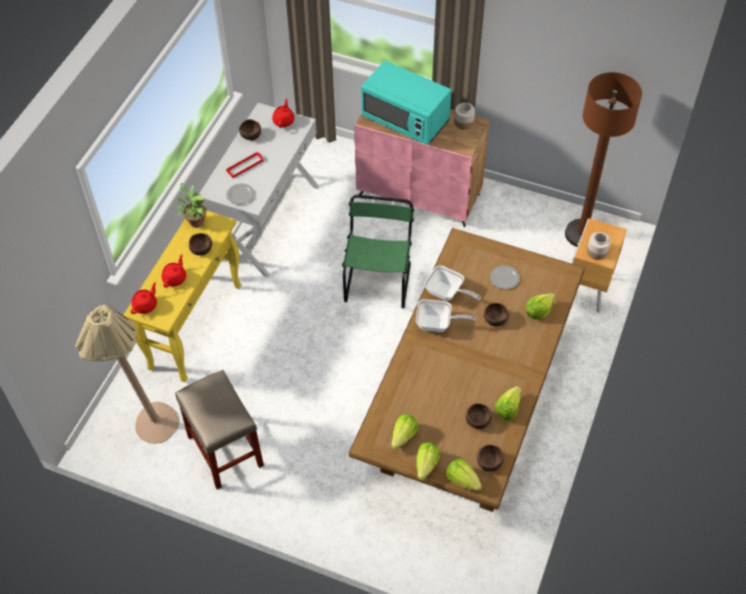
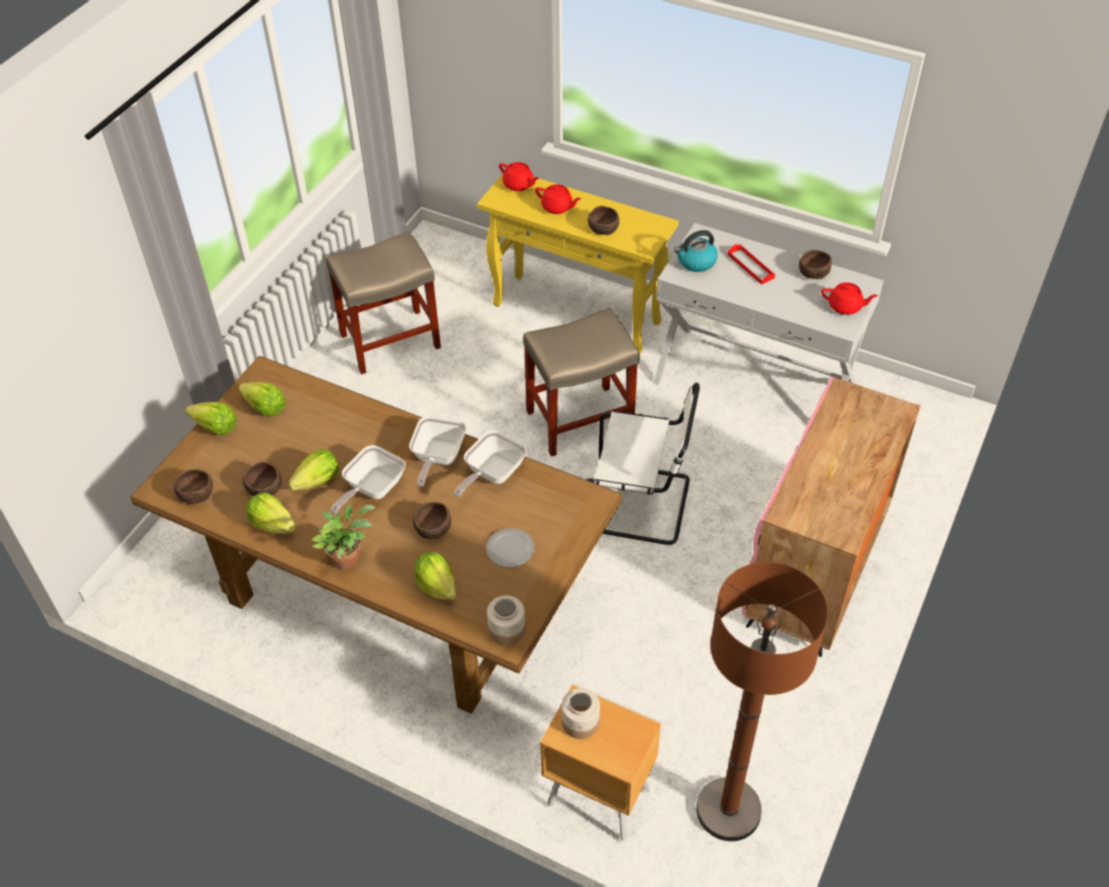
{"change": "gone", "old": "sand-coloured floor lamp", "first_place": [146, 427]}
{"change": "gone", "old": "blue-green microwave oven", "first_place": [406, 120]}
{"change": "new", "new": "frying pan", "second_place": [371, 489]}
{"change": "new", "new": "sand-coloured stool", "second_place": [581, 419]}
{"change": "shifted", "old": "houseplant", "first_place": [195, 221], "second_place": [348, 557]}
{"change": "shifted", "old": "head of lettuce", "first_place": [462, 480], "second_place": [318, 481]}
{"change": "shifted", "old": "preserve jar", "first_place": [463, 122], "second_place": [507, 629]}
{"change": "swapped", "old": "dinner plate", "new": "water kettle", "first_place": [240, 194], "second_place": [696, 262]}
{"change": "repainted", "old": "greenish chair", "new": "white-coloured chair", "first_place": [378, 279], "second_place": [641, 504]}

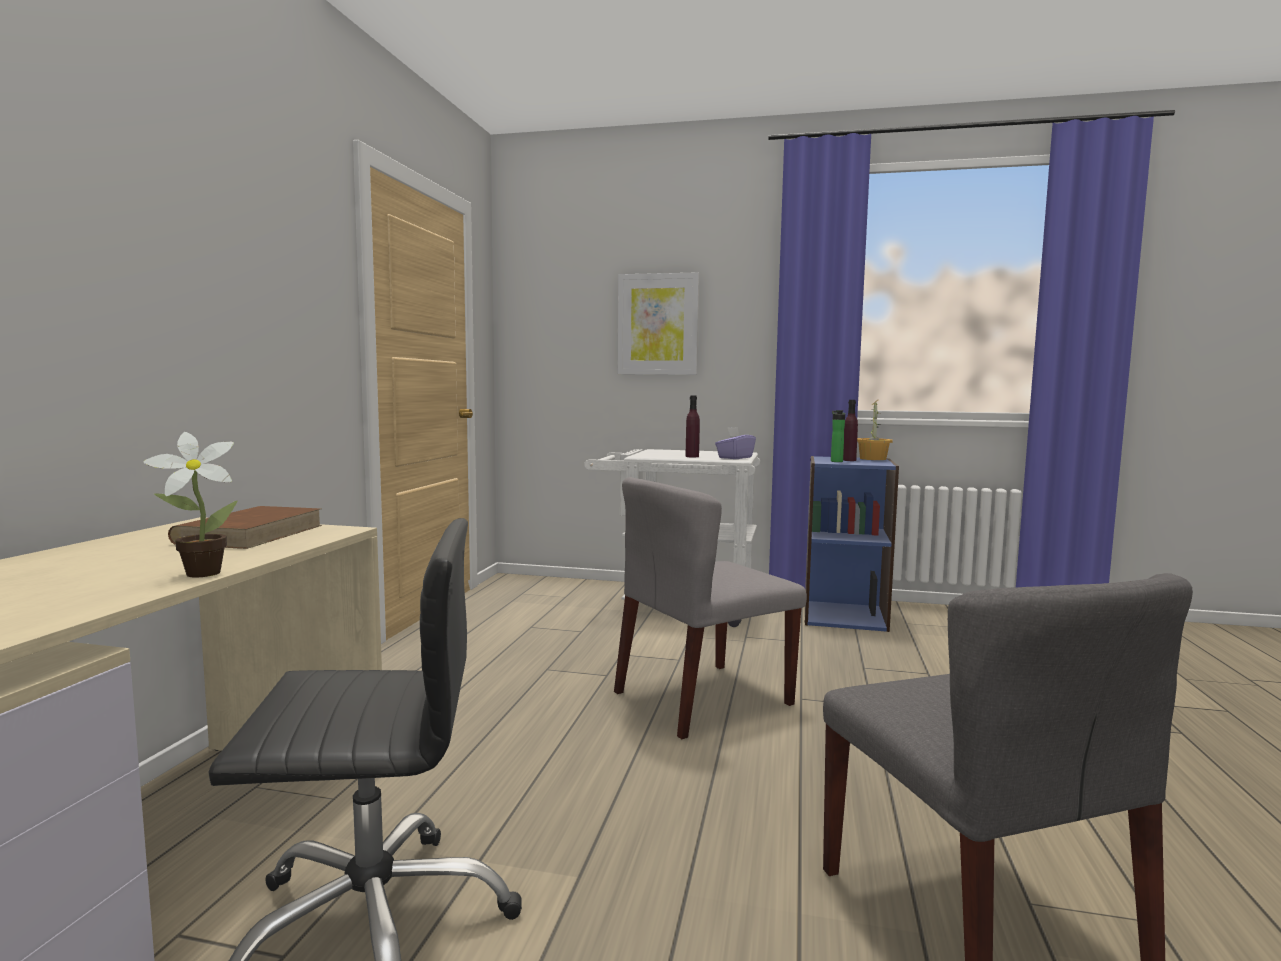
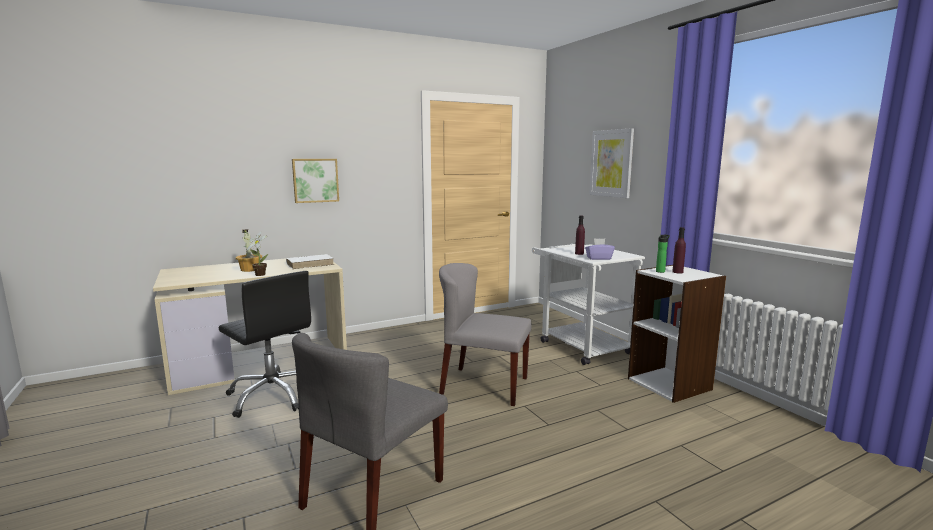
{"change": "new", "new": "wall art", "second_place": [315, 180]}
{"change": "shifted", "old": "houseplant", "first_place": [873, 459], "second_place": [250, 269]}
{"change": "repainted", "old": "brown-coloured bound book", "new": "white-coloured bound book", "first_place": [251, 534], "second_place": [310, 264]}
{"change": "repainted", "old": "bluish bookshelf", "new": "white-coloured bookshelf", "first_place": [844, 616], "second_place": [670, 384]}

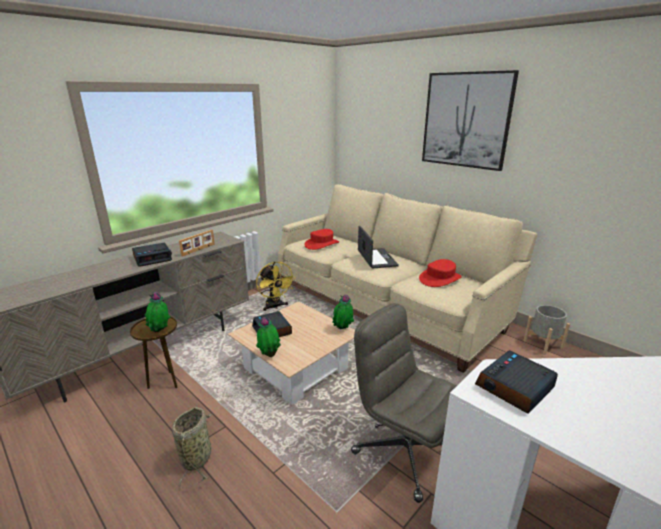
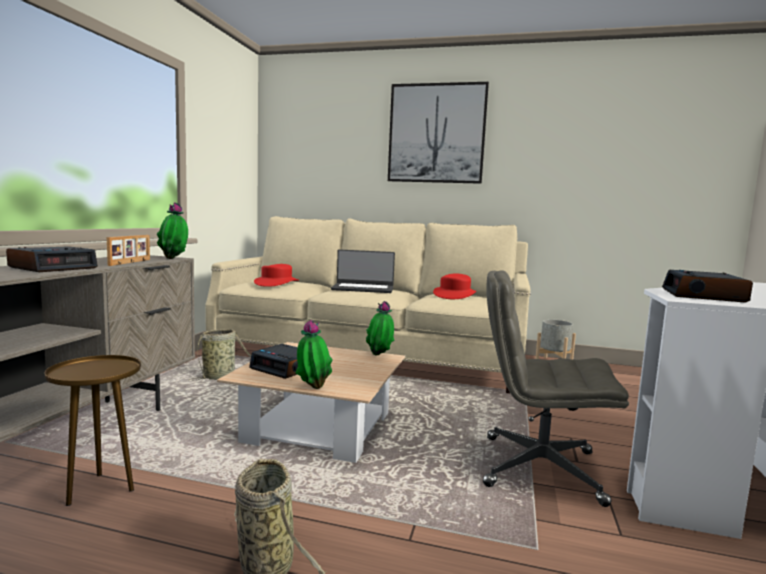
{"change": "shifted", "old": "houseplant", "first_place": [160, 331], "second_place": [174, 259]}
{"change": "swapped", "old": "yellow electric fan", "new": "storage basket", "first_place": [275, 307], "second_place": [221, 376]}
{"change": "rotated", "old": "portable computer", "first_place": [376, 258], "second_place": [363, 288], "degrees": 135}

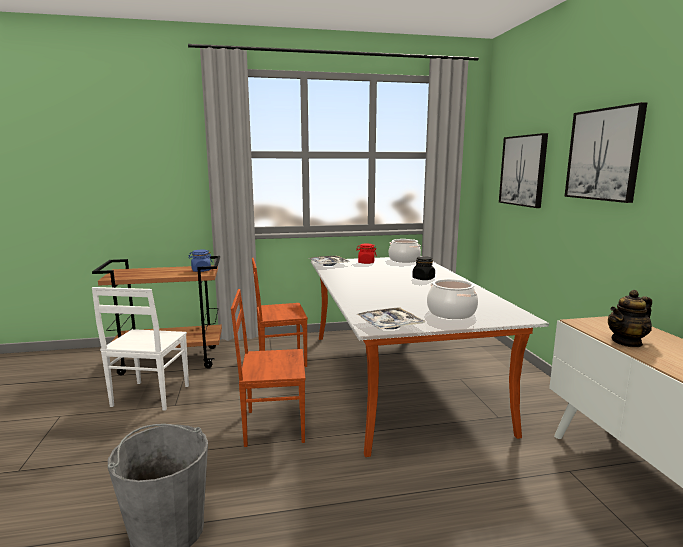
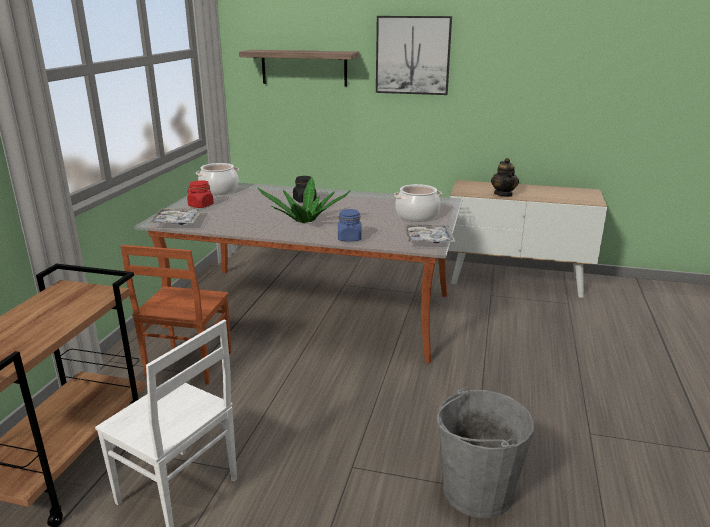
{"change": "gone", "old": "brown-coloured chair", "first_place": [273, 425]}
{"change": "new", "new": "houseplant", "second_place": [304, 221]}
{"change": "shifted", "old": "bluish preserve jar", "first_place": [201, 270], "second_place": [349, 238]}
{"change": "swapped", "old": "wall art", "new": "wall shelf", "first_place": [523, 170], "second_place": [304, 67]}

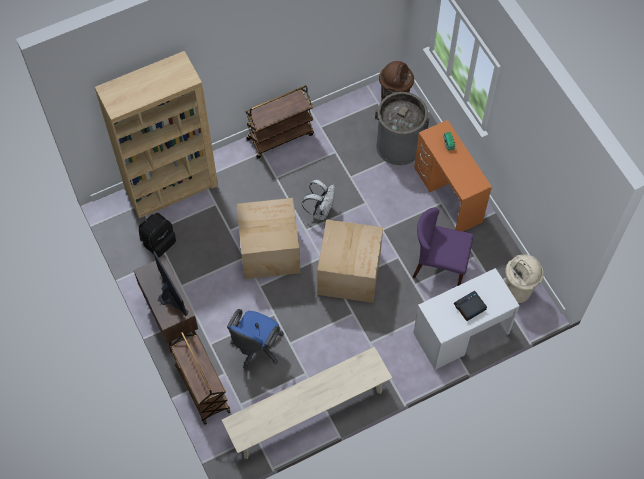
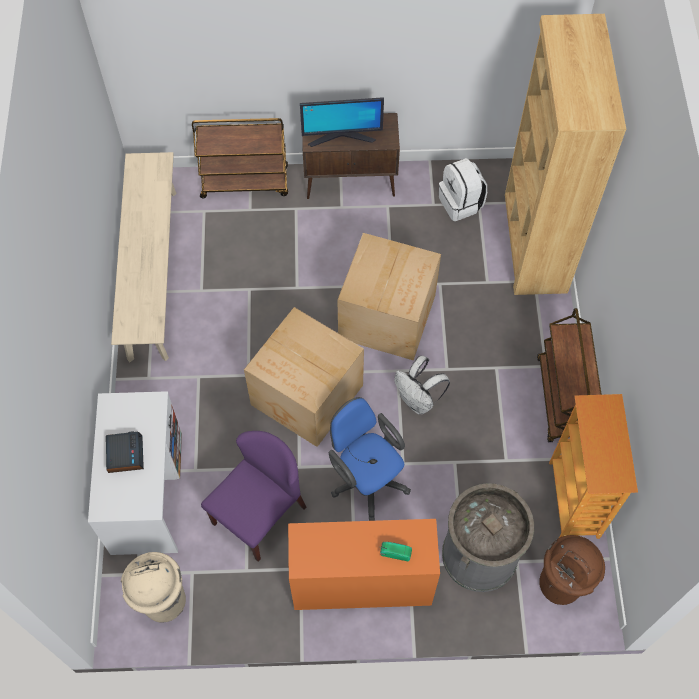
{"change": "new", "new": "bookshelf", "second_place": [575, 500]}
{"change": "shifted", "old": "bluish office chair", "first_place": [256, 348], "second_place": [366, 479]}
{"change": "repainted", "old": "black-coloured backpack", "new": "white-coloured backpack", "first_place": [158, 241], "second_place": [461, 203]}

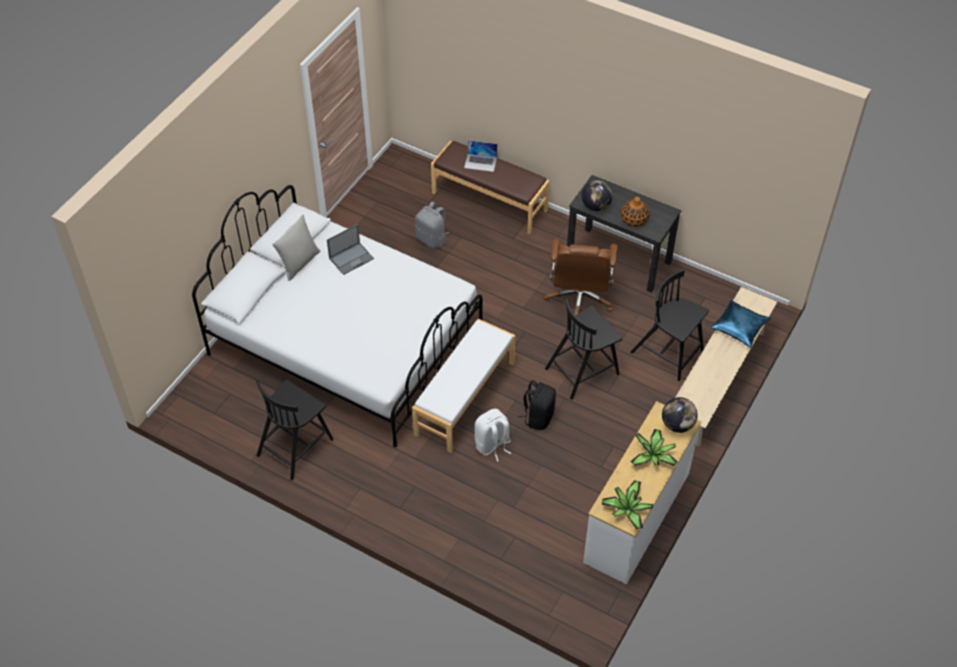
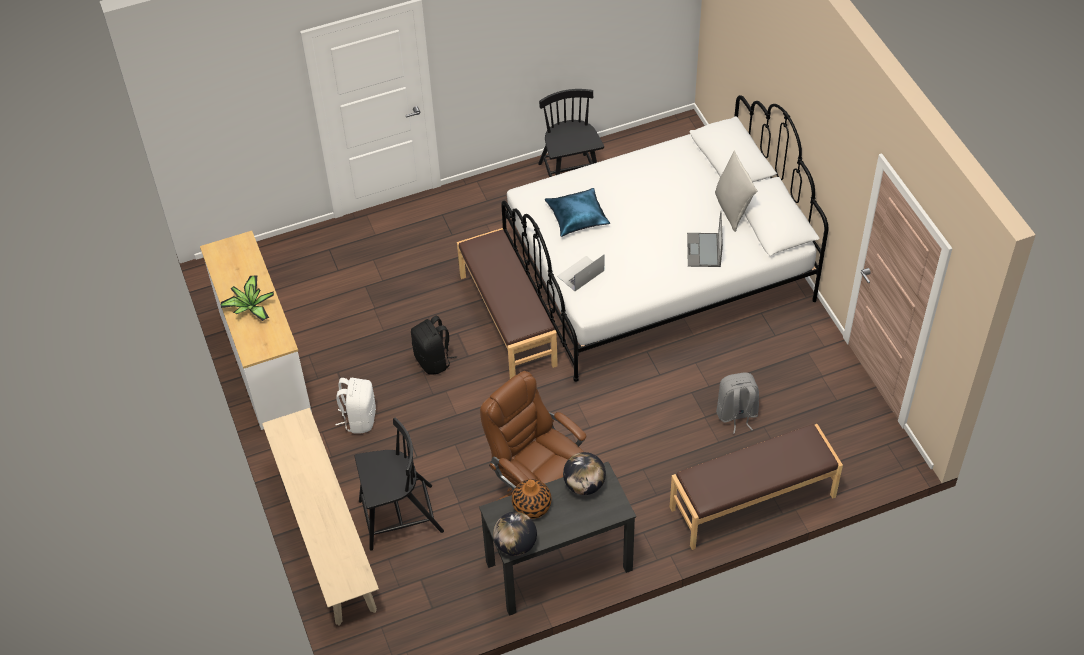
{"change": "gone", "old": "black-coloured chair", "first_place": [583, 370]}
{"change": "gone", "old": "houseplant", "first_place": [627, 509]}
{"change": "shifted", "old": "portable computer", "first_place": [480, 162], "second_place": [580, 273]}
{"change": "shifted", "old": "white-coloured backpack", "first_place": [492, 445], "second_place": [359, 418]}
{"change": "shifted", "old": "desk globe", "first_place": [677, 425], "second_place": [515, 545]}
{"change": "shifted", "old": "bluish cushion", "first_place": [739, 327], "second_place": [577, 217]}
{"change": "repainted", "old": "white-coloured indoor bench", "new": "brown-coloured indoor bench", "first_place": [464, 398], "second_place": [508, 320]}

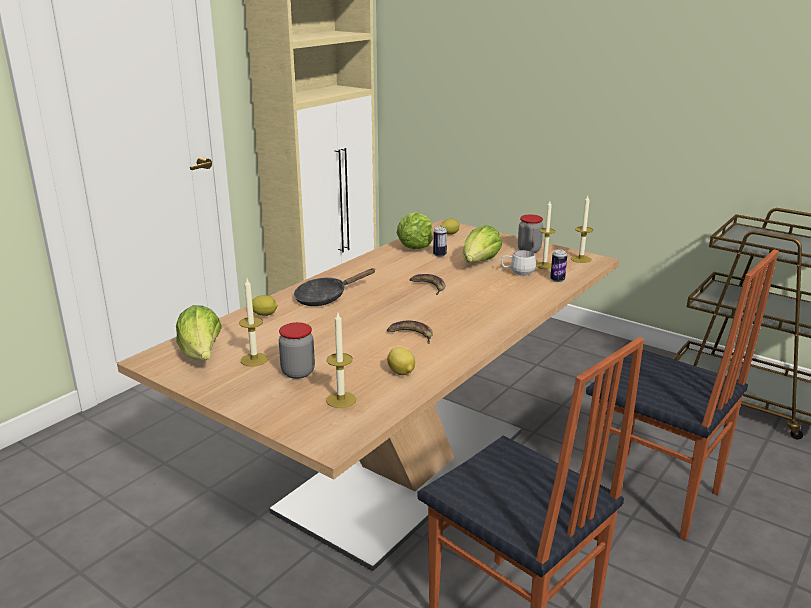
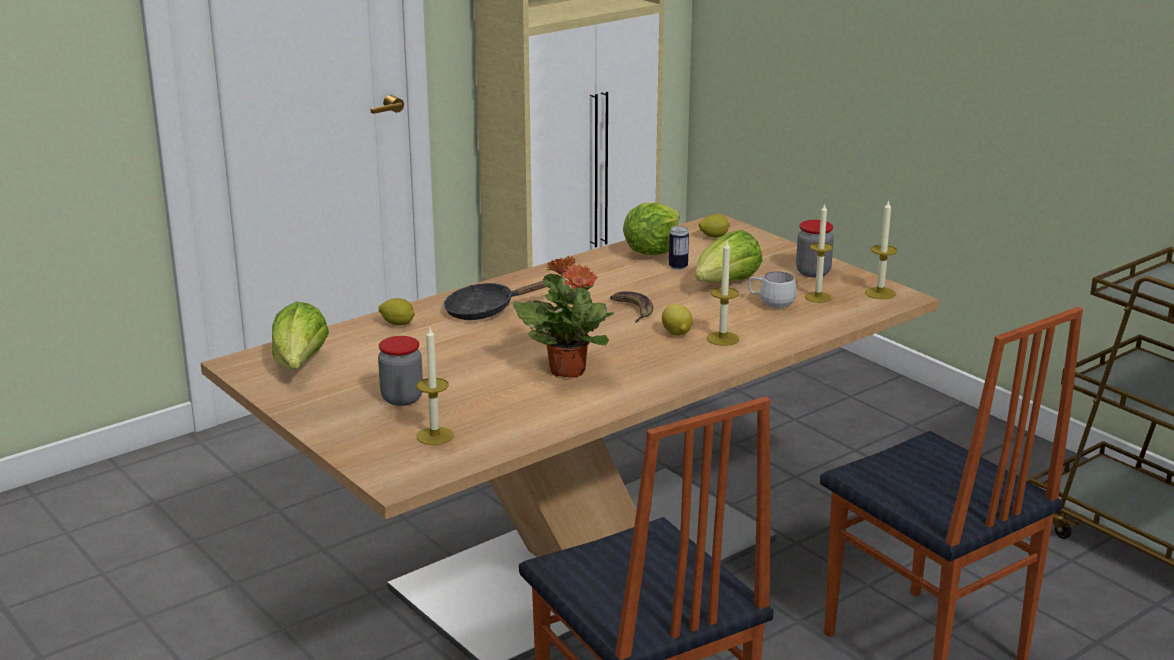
{"change": "gone", "old": "metal can", "first_place": [557, 280]}
{"change": "shifted", "old": "wax candle", "first_place": [254, 359], "second_place": [722, 338]}
{"change": "shifted", "old": "whole lemon", "first_place": [401, 373], "second_place": [676, 334]}
{"change": "swapped", "old": "banana fruit", "new": "houseplant", "first_place": [411, 334], "second_place": [567, 370]}

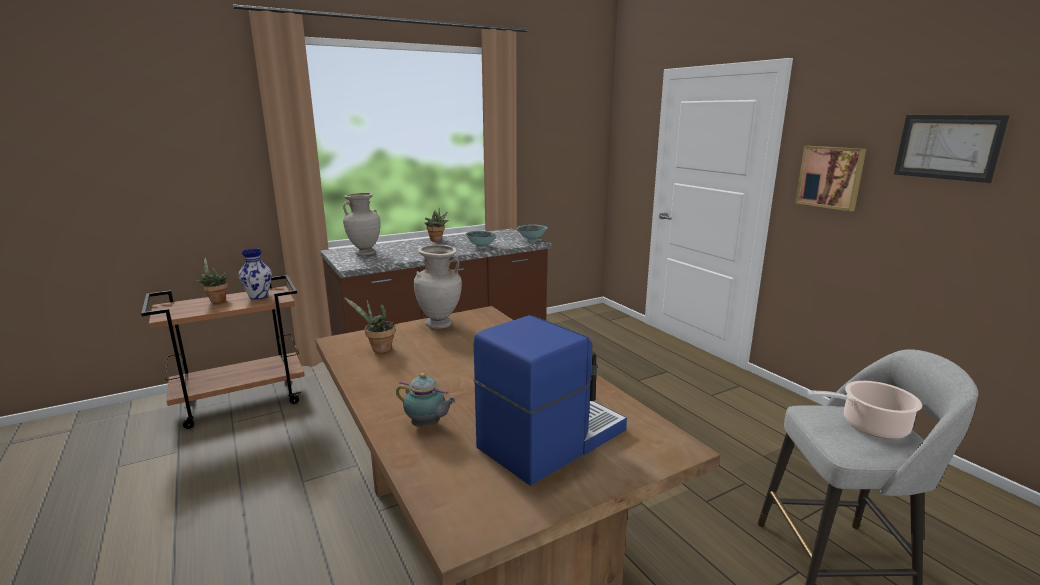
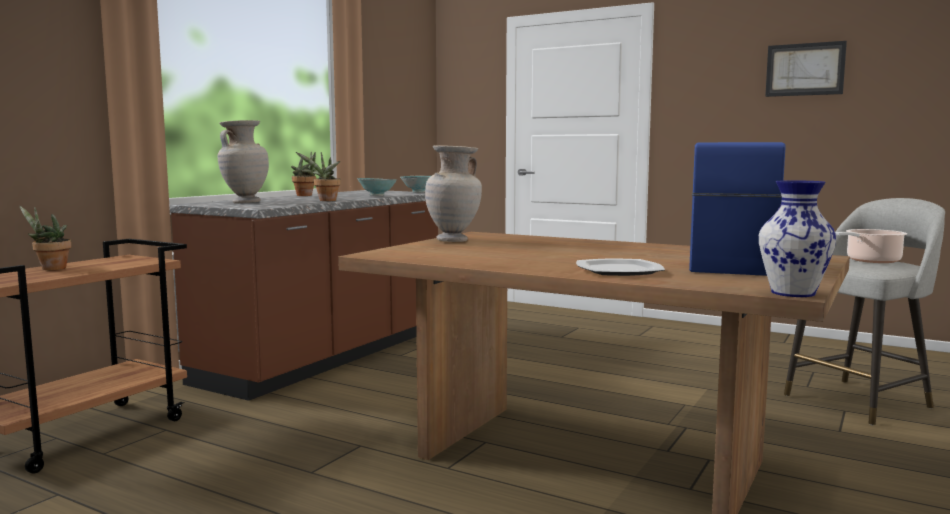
{"change": "gone", "old": "wall art", "first_place": [830, 177]}
{"change": "shifted", "old": "decorative vase", "first_place": [258, 296], "second_place": [791, 293]}
{"change": "shifted", "old": "houseplant", "first_place": [378, 349], "second_place": [325, 200]}
{"change": "swapped", "old": "pot for tea", "new": "dinner plate", "first_place": [427, 426], "second_place": [618, 270]}

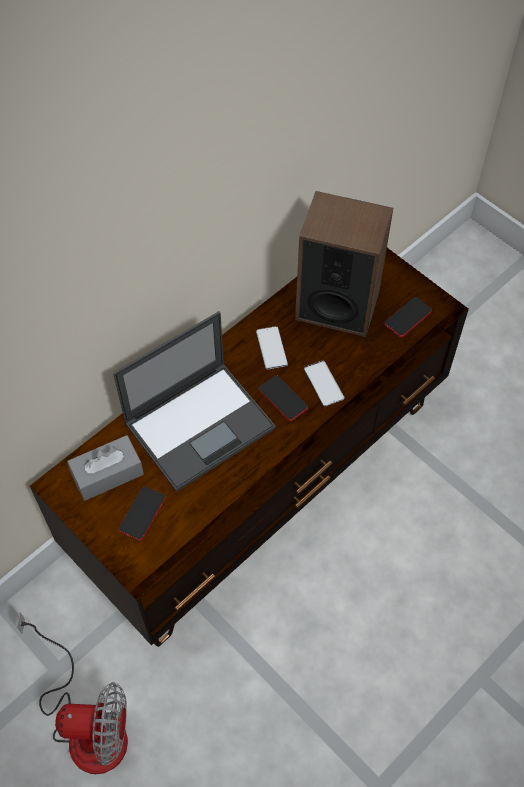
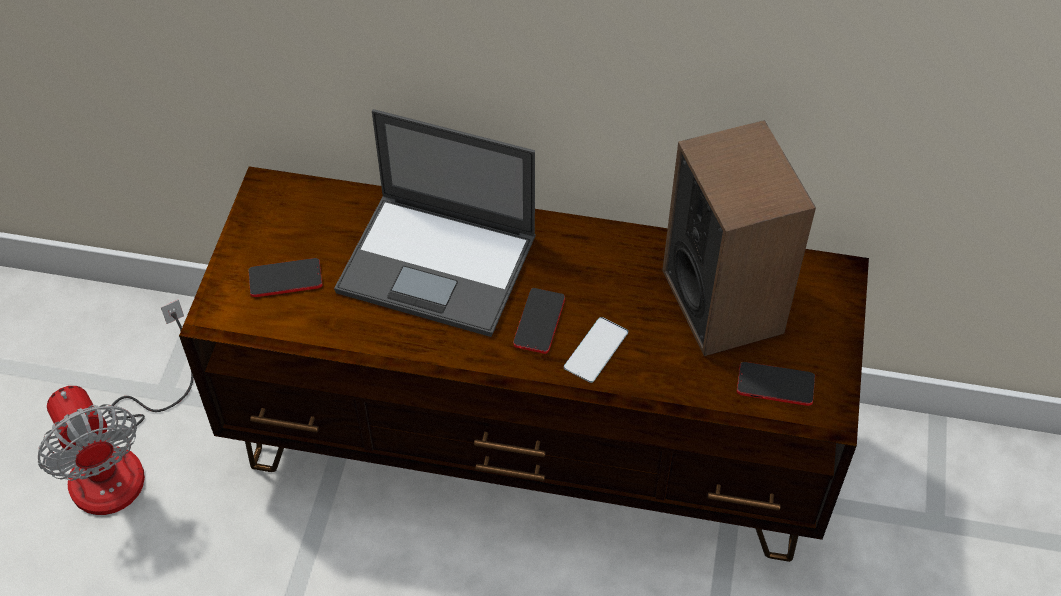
{"change": "gone", "old": "grey box of tissues", "first_place": [107, 474]}
{"change": "gone", "old": "handset", "first_place": [271, 348]}

